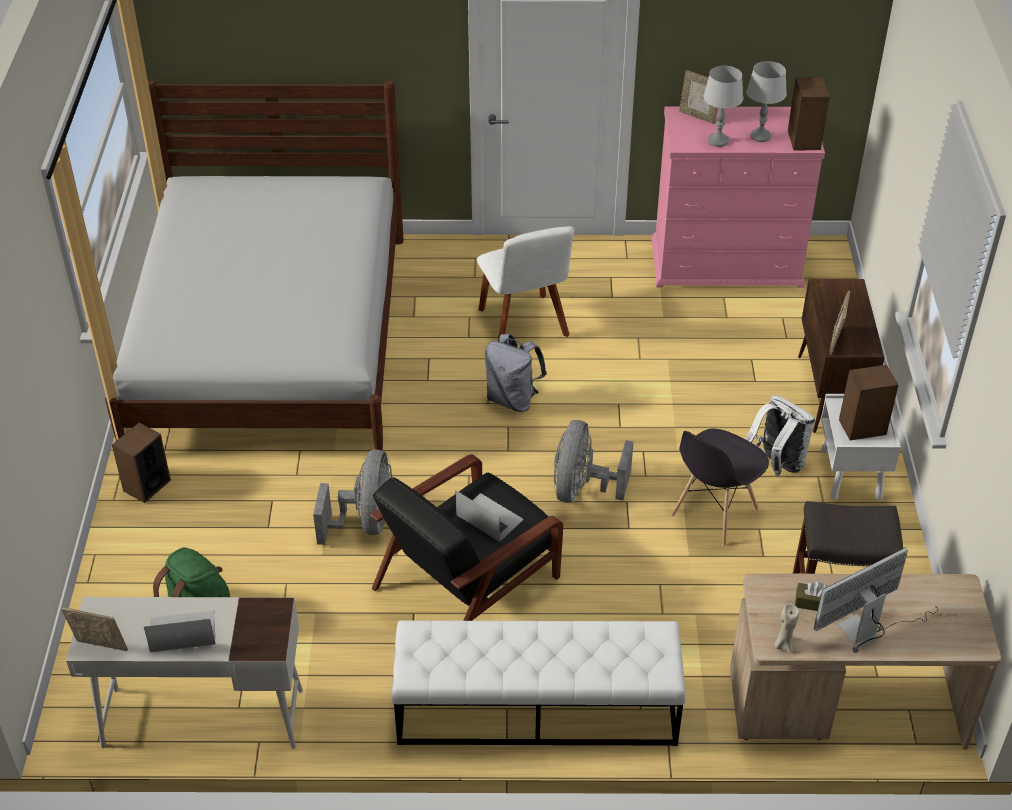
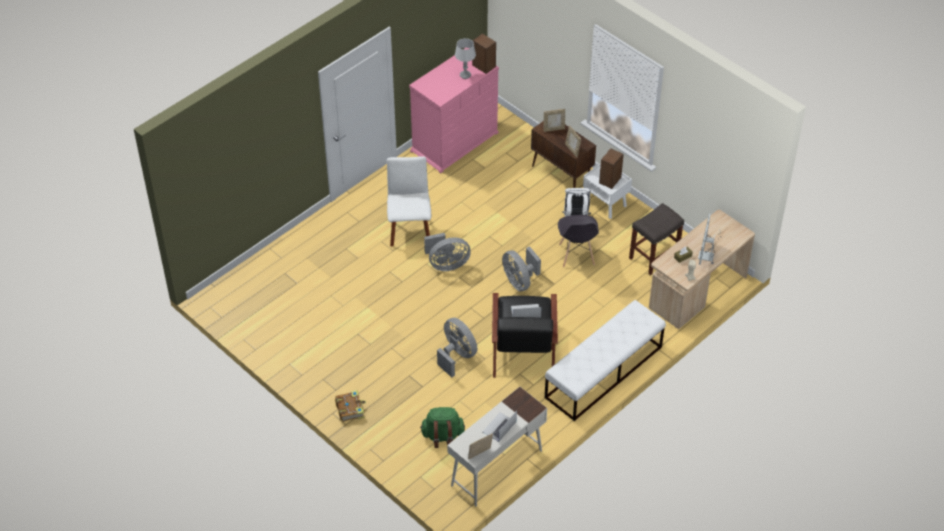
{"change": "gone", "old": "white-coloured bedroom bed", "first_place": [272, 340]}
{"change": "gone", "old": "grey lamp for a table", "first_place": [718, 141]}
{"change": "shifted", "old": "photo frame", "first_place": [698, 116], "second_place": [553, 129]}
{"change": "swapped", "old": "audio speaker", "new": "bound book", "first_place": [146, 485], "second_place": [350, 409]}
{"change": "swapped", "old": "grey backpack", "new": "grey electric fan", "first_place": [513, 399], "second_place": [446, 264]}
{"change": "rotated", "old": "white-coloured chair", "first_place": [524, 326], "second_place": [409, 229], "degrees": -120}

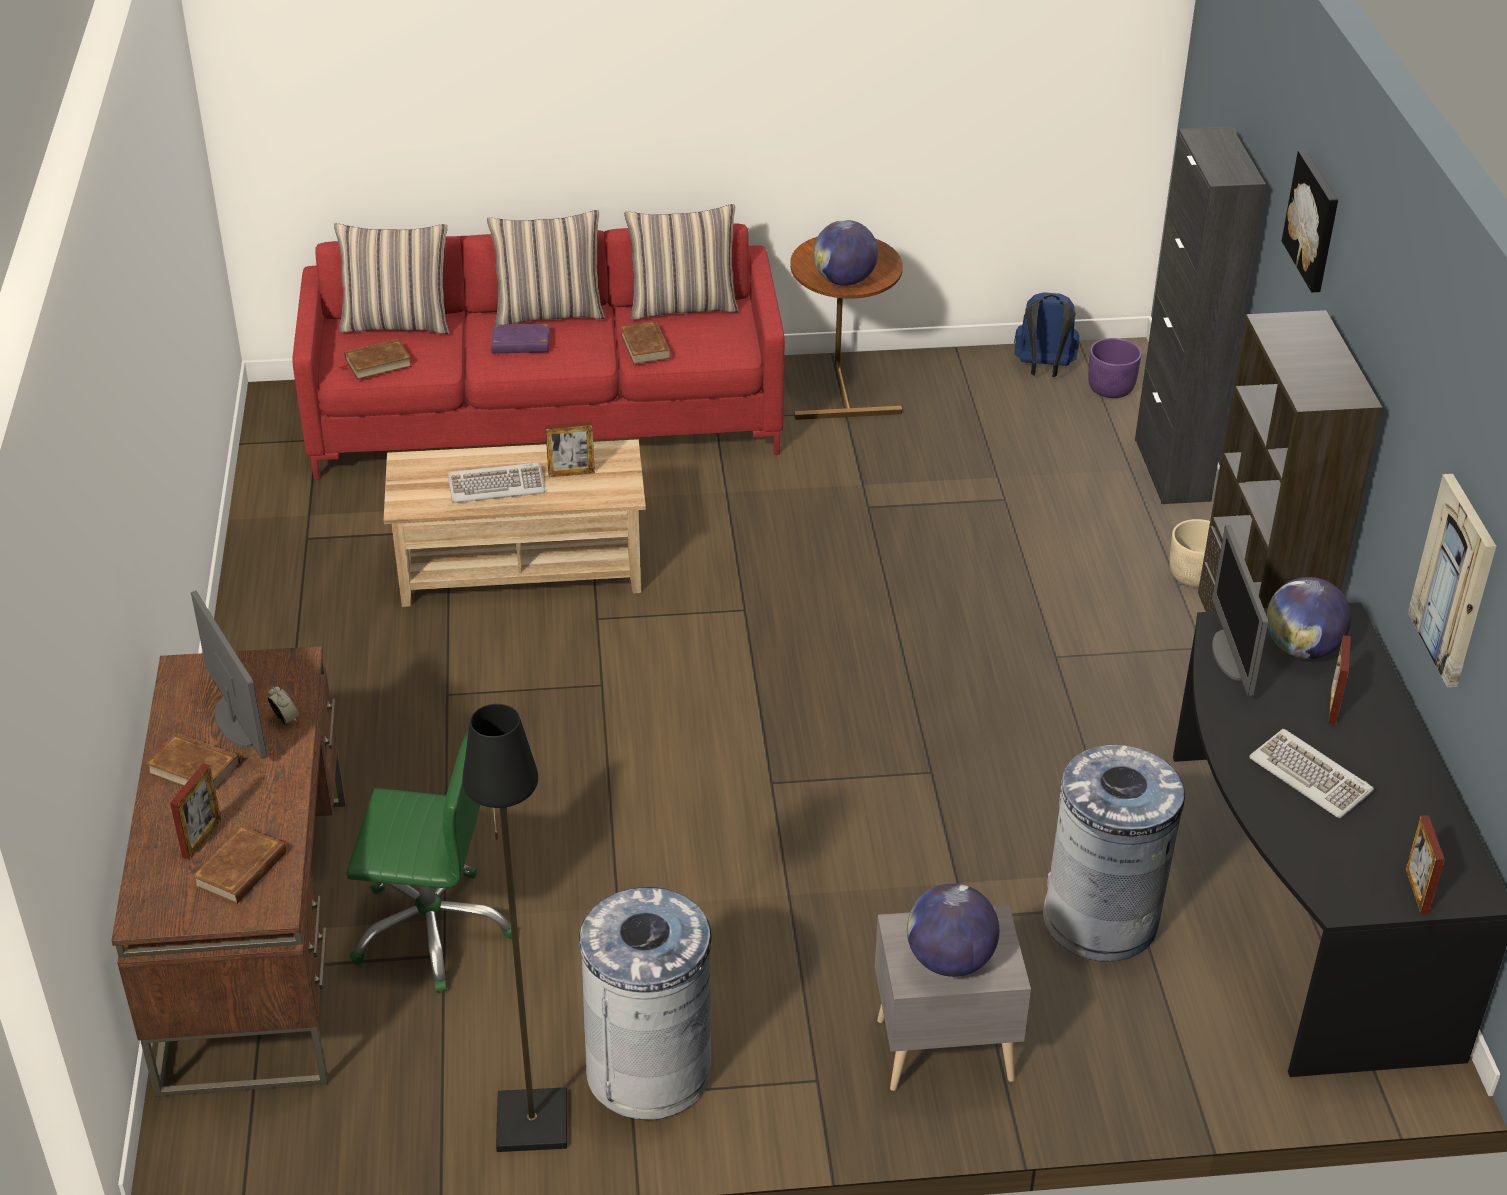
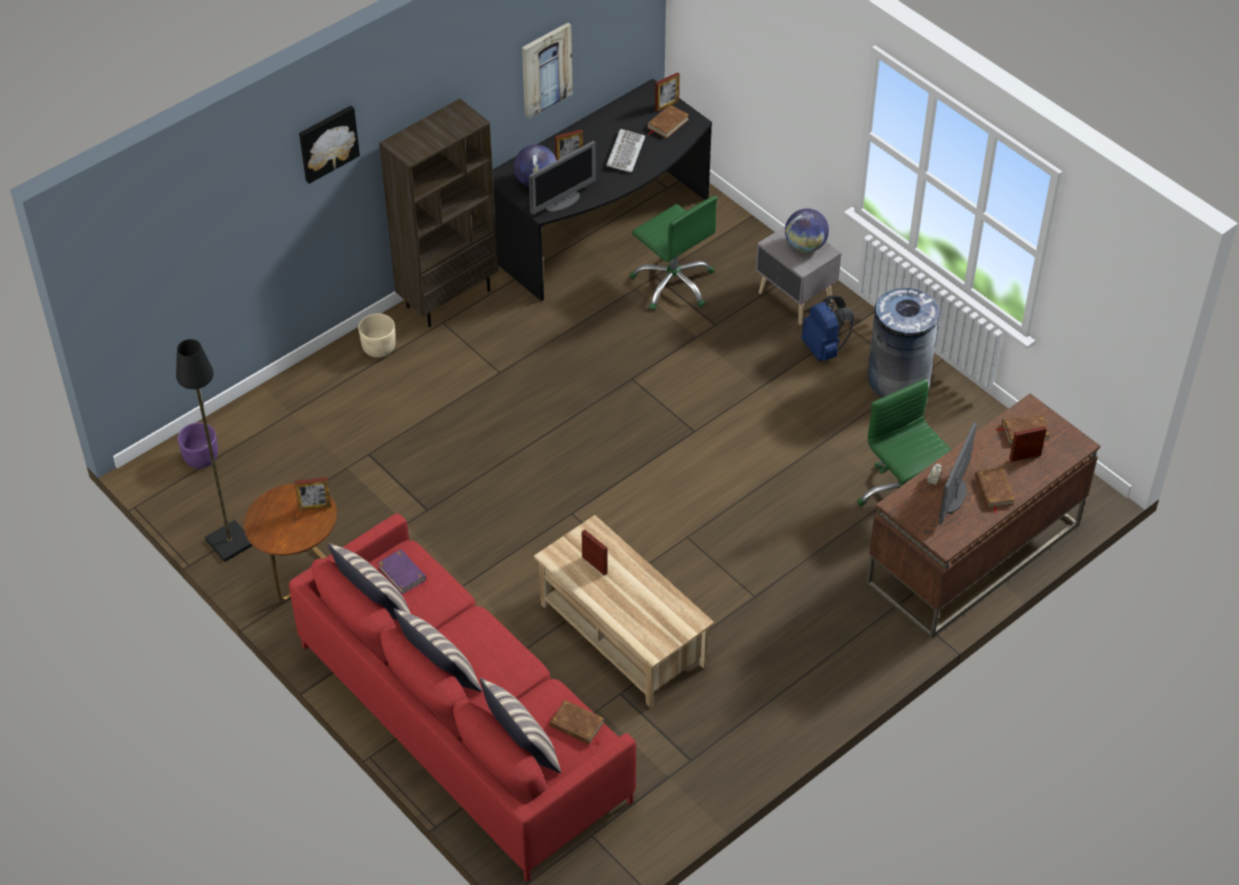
{"change": "gone", "old": "PC keyboard", "first_place": [497, 486]}
{"change": "gone", "old": "black-coloured storage cabinet", "first_place": [1172, 470]}
{"change": "shifted", "old": "black-coloured floor lamp", "first_place": [531, 1123], "second_place": [231, 542]}
{"change": "shifted", "old": "purple bound book", "first_place": [521, 343], "second_place": [402, 573]}
{"change": "shifted", "old": "brown-coloured bound book", "first_place": [645, 346], "second_place": [667, 124]}
{"change": "shifted", "old": "bluish backpack", "first_place": [1043, 369], "second_place": [824, 349]}
{"change": "swapped", "old": "desk globe", "new": "photo frame", "first_place": [844, 281], "second_place": [315, 507]}
{"change": "swapped", "old": "grey rubbish bin", "new": "greenish office chair", "first_place": [1101, 919], "second_place": [673, 283]}

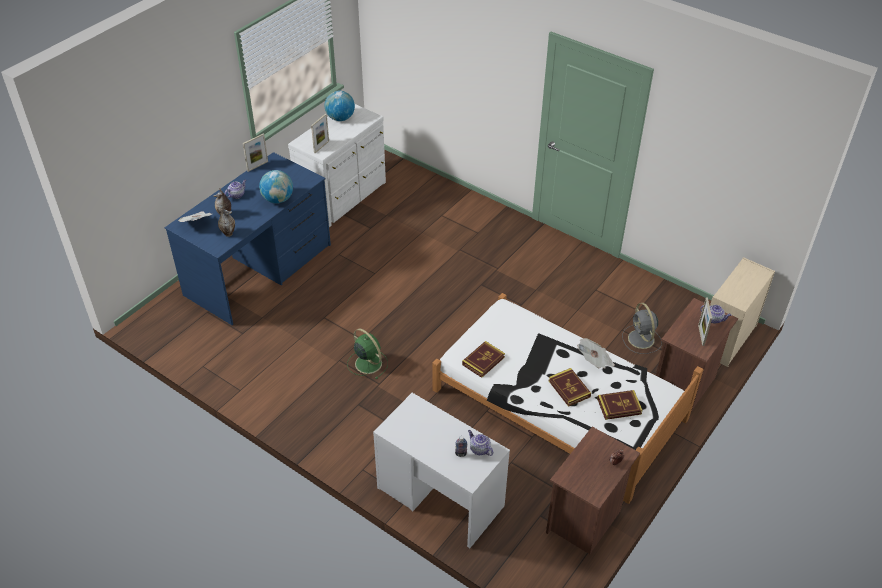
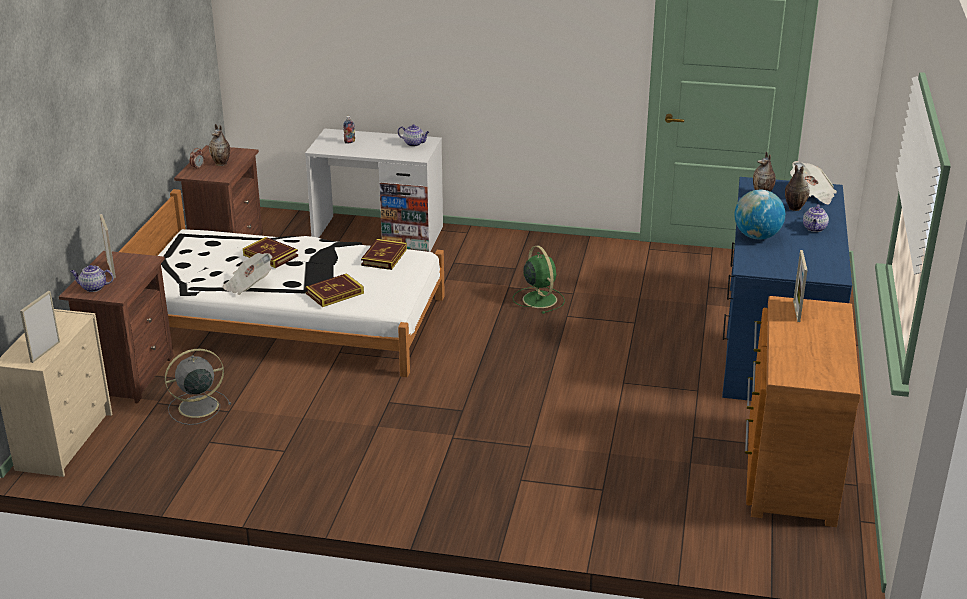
{"change": "gone", "old": "desk globe", "first_place": [340, 118]}
{"change": "new", "new": "decorative vase", "second_place": [222, 164]}
{"change": "shifted", "old": "photo frame", "first_place": [257, 166], "second_place": [45, 352]}
{"change": "shifted", "old": "pot for tea", "first_place": [479, 449], "second_place": [414, 143]}
{"change": "shifted", "old": "bound book", "first_place": [619, 406], "second_place": [334, 293]}
{"change": "repainted", "old": "white-coloured chest of drawers", "new": "brown-coloured chest of drawers", "first_place": [344, 197], "second_place": [788, 470]}
{"change": "rotated", "old": "greenish electric fan", "first_place": [367, 363], "second_place": [539, 299], "degrees": -135}
{"change": "rotated", "old": "grey electric fan", "first_place": [641, 340], "second_place": [196, 407], "degrees": -75}

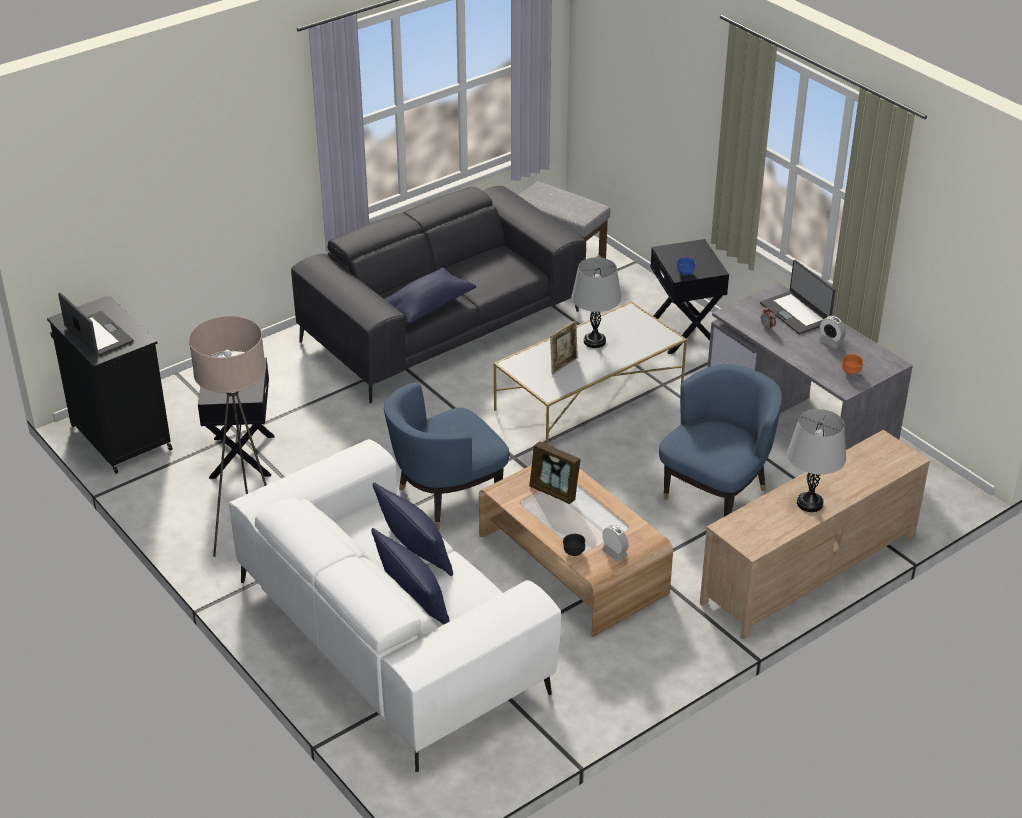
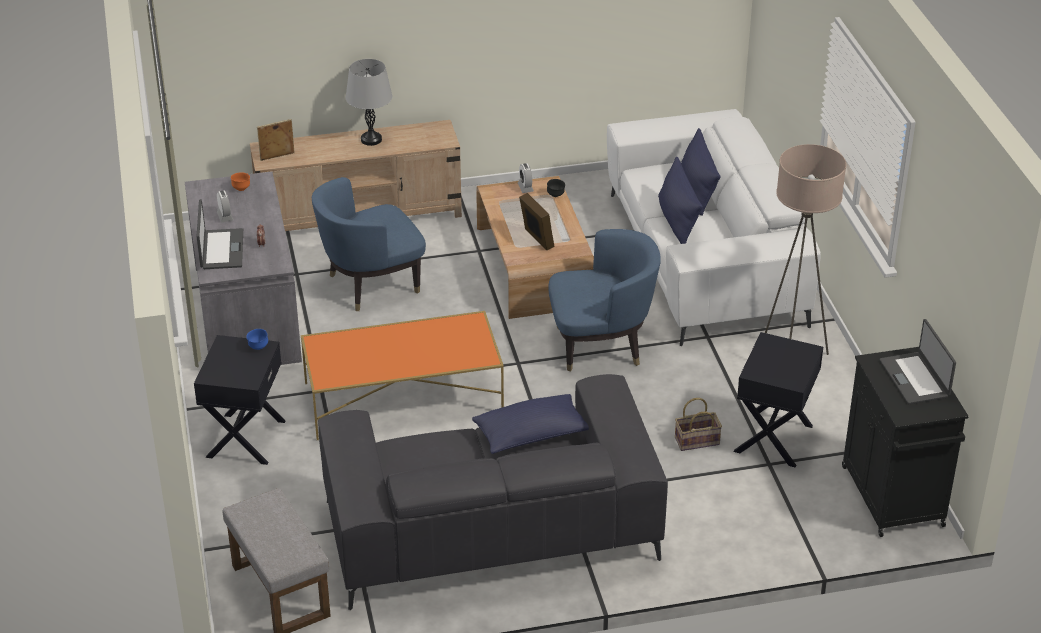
{"change": "gone", "old": "grey lamp for a table", "first_place": [594, 341]}
{"change": "new", "new": "storage basket", "second_place": [697, 440]}
{"change": "shifted", "old": "photo frame", "first_place": [563, 365], "second_place": [277, 157]}
{"change": "repainted", "old": "white-coloured low table", "new": "orange-coloured low table", "first_place": [590, 397], "second_place": [402, 398]}

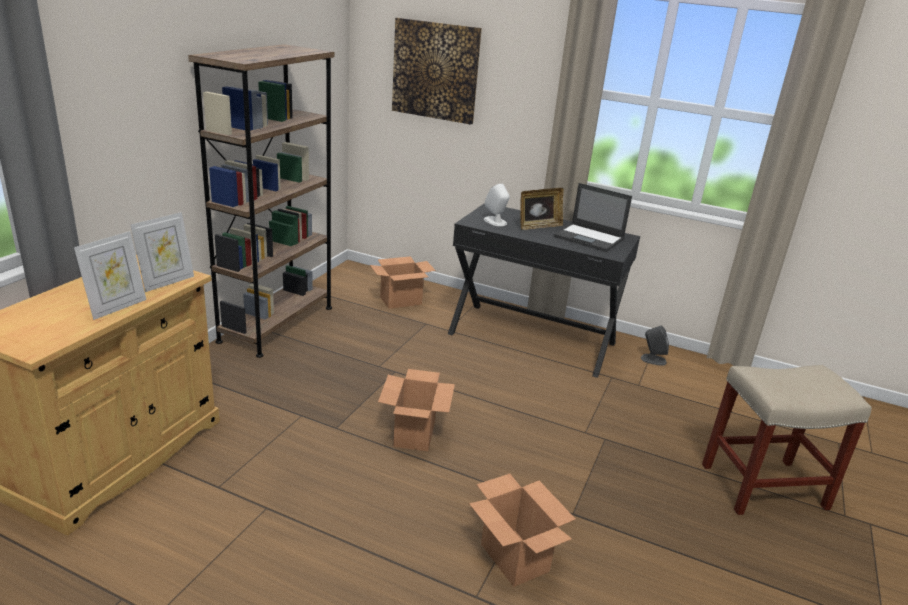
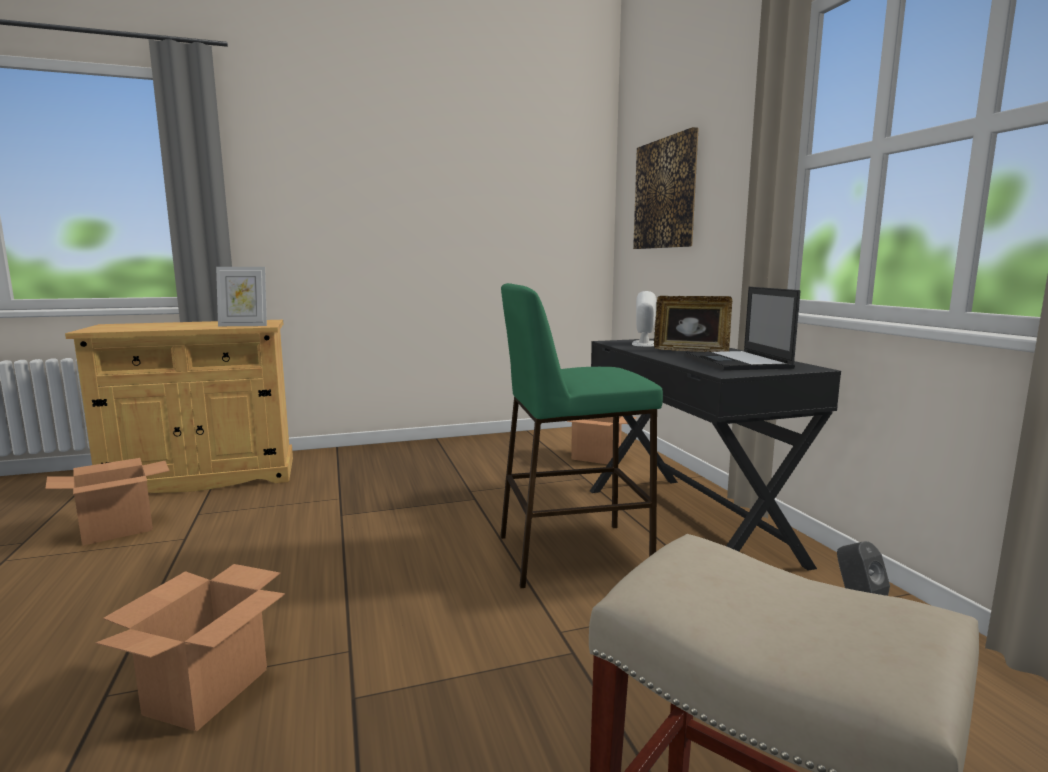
{"change": "gone", "old": "photo frame", "first_place": [117, 307]}
{"change": "gone", "old": "brown-coloured bookshelf", "first_place": [277, 324]}
{"change": "new", "new": "greenish stool", "second_place": [571, 554]}
{"change": "shifted", "old": "carton", "first_place": [414, 433], "second_place": [118, 530]}

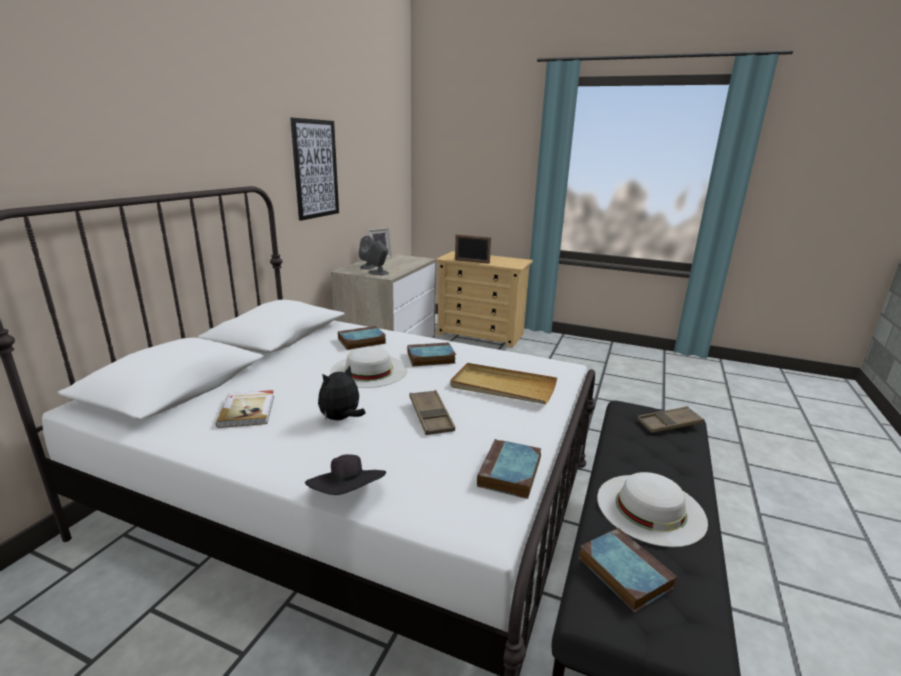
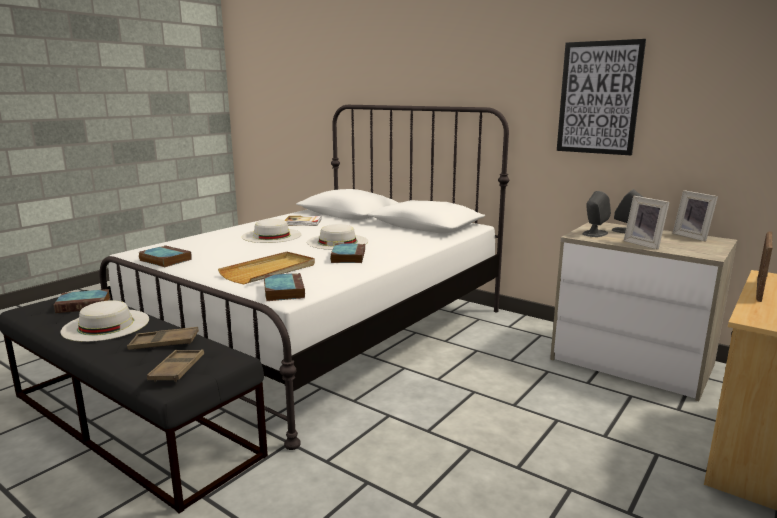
{"change": "gone", "old": "black-coloured wearable hat", "first_place": [348, 496]}
{"change": "new", "new": "photo frame", "second_place": [645, 244]}
{"change": "shifted", "old": "bound book", "first_place": [361, 341], "second_place": [283, 291]}
{"change": "shifted", "old": "brown-coloured carrying tray", "first_place": [431, 416], "second_place": [164, 343]}
{"change": "swapped", "old": "soft toy", "new": "white-coloured wearable hat", "first_place": [341, 419], "second_place": [271, 235]}

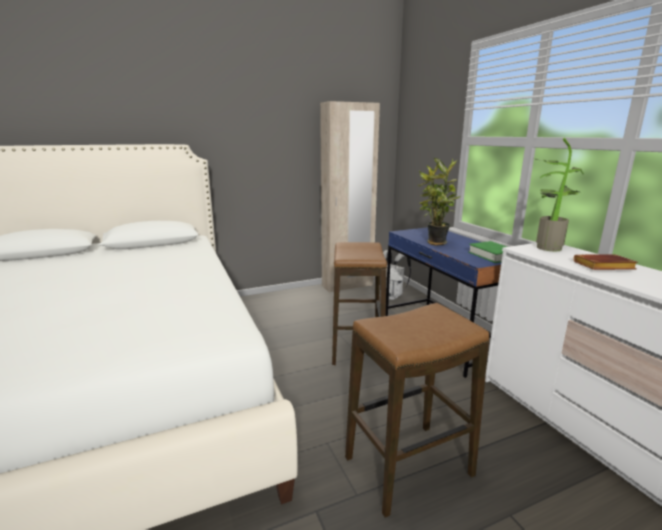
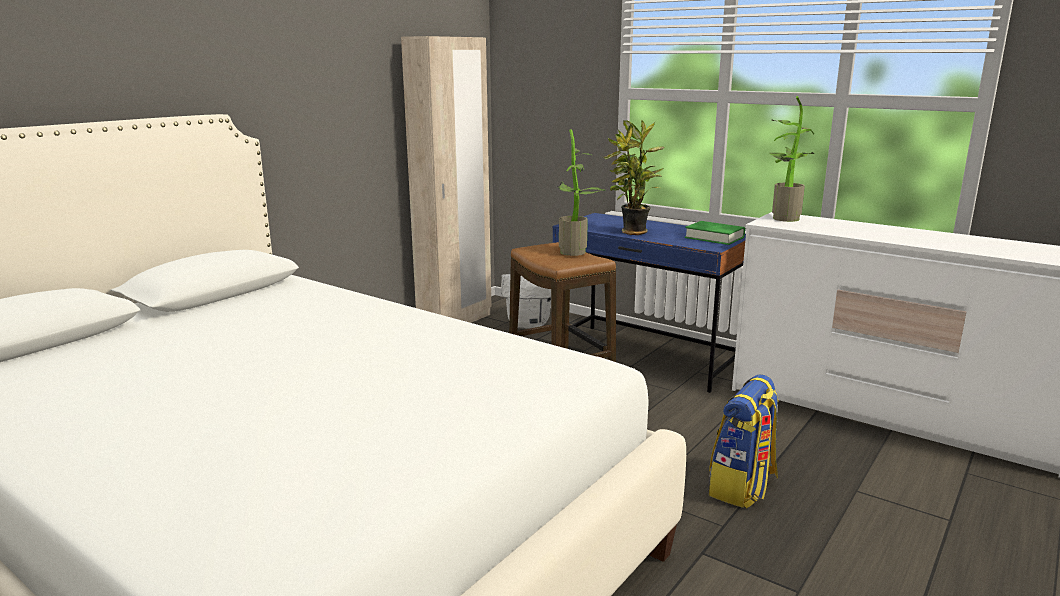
{"change": "gone", "old": "brown-coloured bound book", "first_place": [602, 267]}
{"change": "new", "new": "houseplant", "second_place": [577, 252]}
{"change": "swapped", "old": "stool", "new": "backpack", "first_place": [408, 467], "second_place": [742, 487]}

